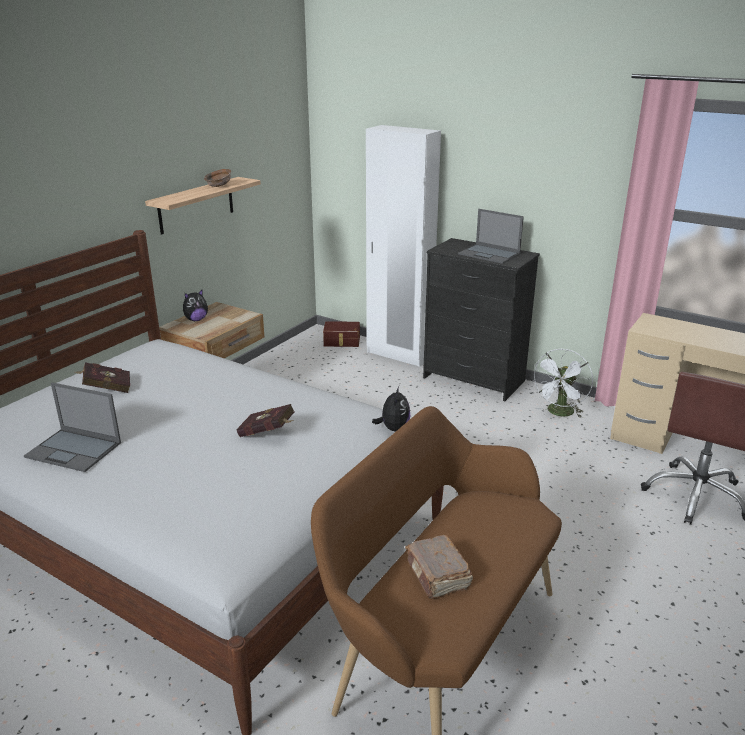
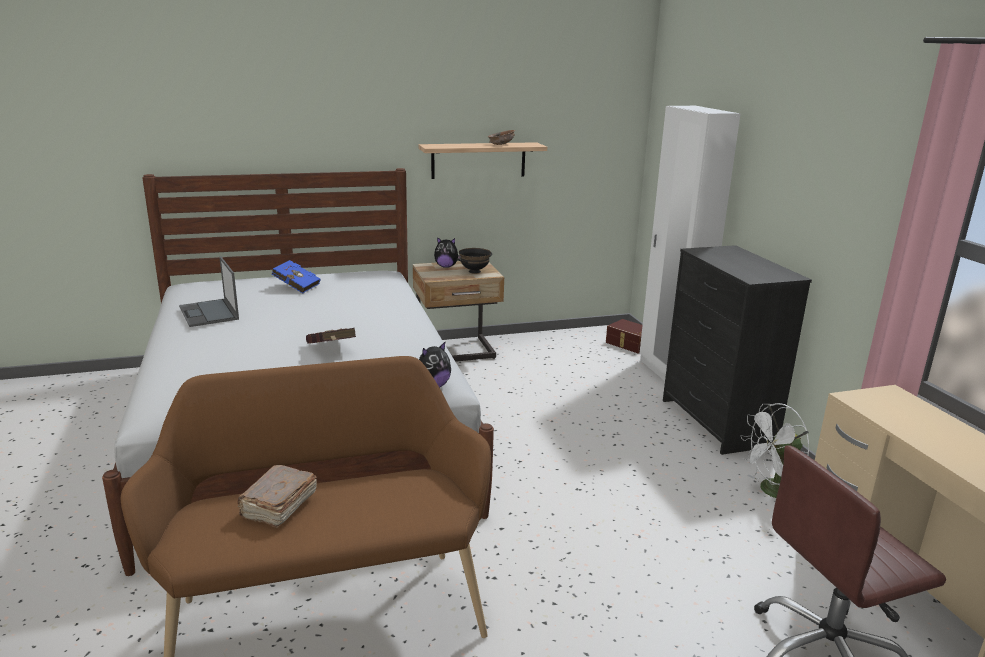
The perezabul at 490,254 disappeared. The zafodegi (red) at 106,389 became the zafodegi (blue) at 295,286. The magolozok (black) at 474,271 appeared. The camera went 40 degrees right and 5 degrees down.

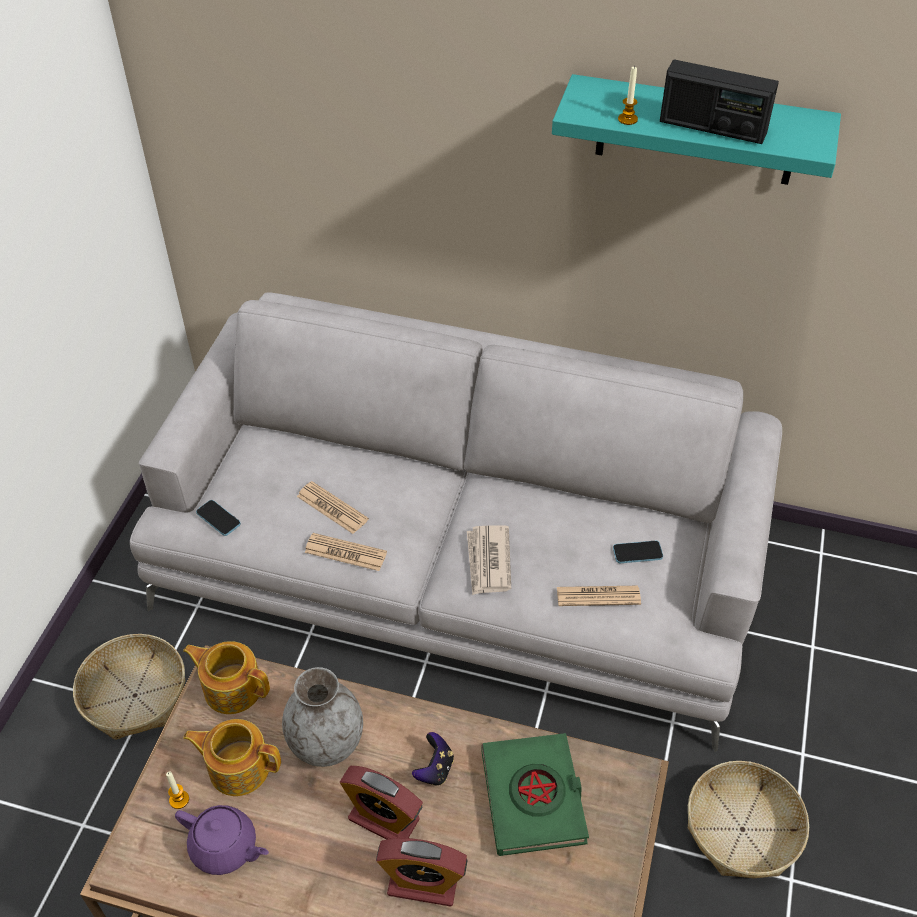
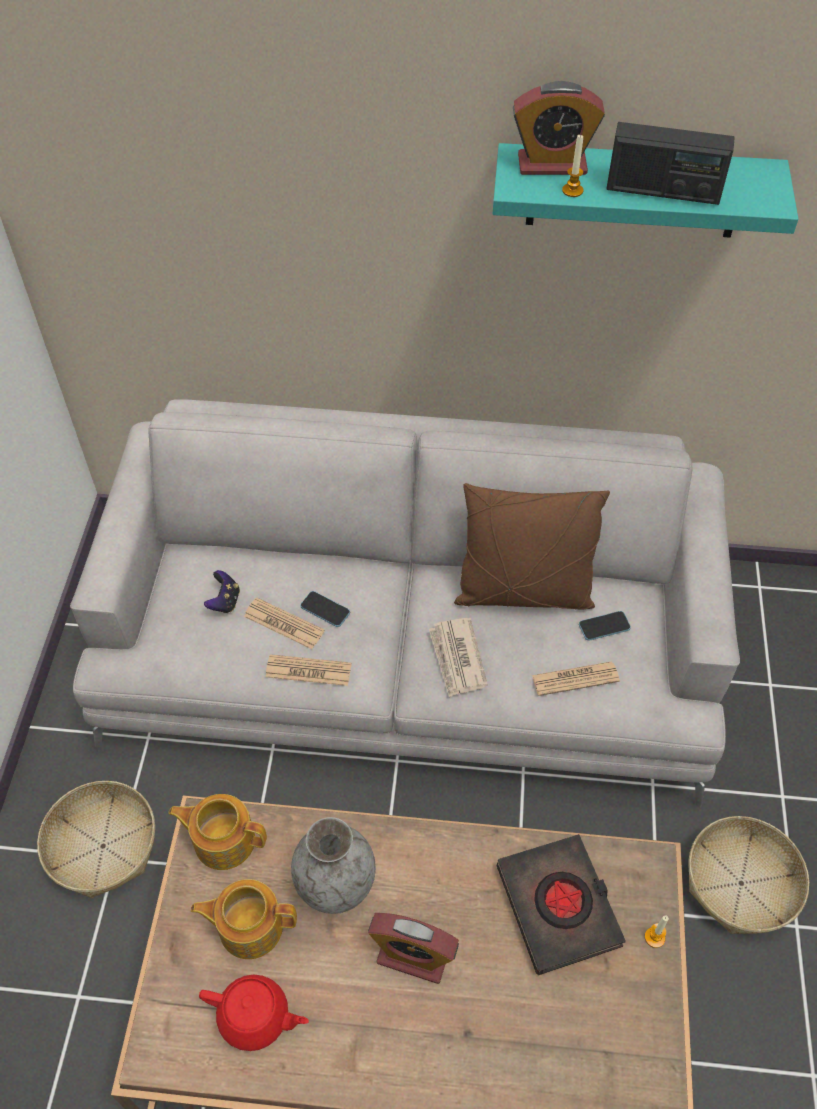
The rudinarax moved from 218,519 to 325,610. The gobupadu moved from 435,769 to 225,601. The zafodegi (green) at 533,797 became the zafodegi (black) at 559,906. The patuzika moved from 179,799 to 654,937. The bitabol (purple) at 225,848 became the bitabol (red) at 255,1017. The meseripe moved from 423,883 to 552,164. The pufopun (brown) at 523,592 appeared. The camera went 10 degrees left and 5 degrees up.

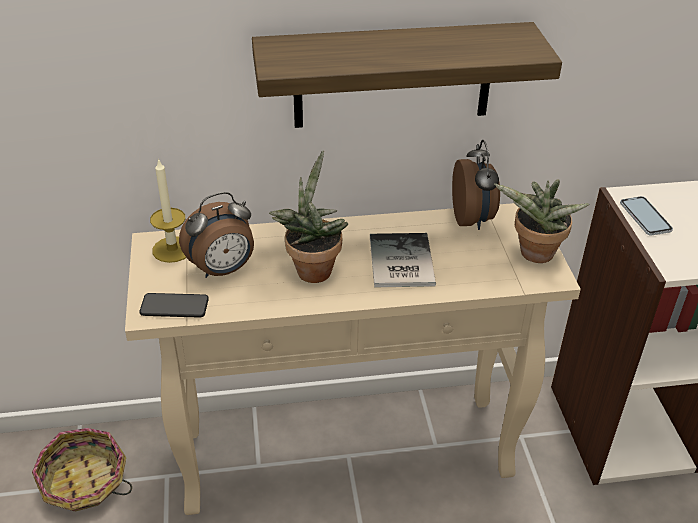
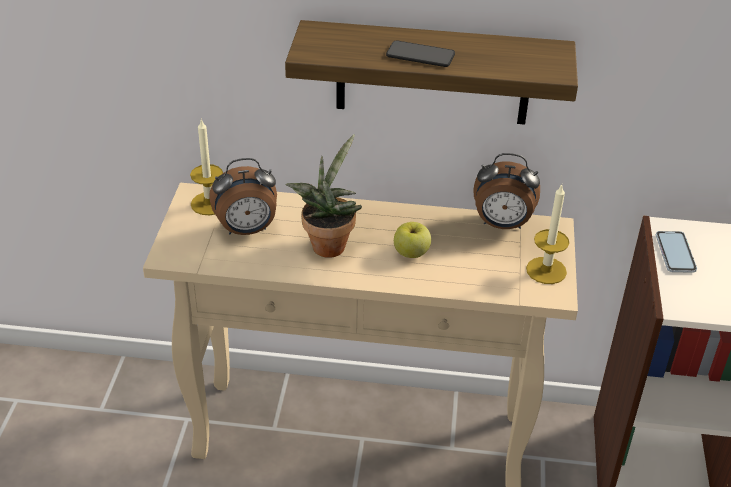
The meseripe at 473,219 turned 90 degrees clockwise. The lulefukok at 534,255 was replaced by the patuzika at 546,270. The zafodegi at 399,263 was replaced by the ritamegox at 411,253. The rudinarax moved from 174,306 to 420,55. The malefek at 85,482 disappeared. The camera went 15 degrees right and 0 degrees up.

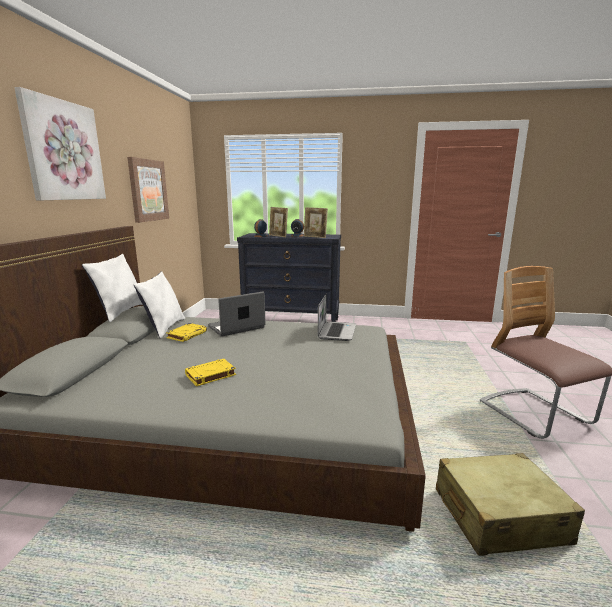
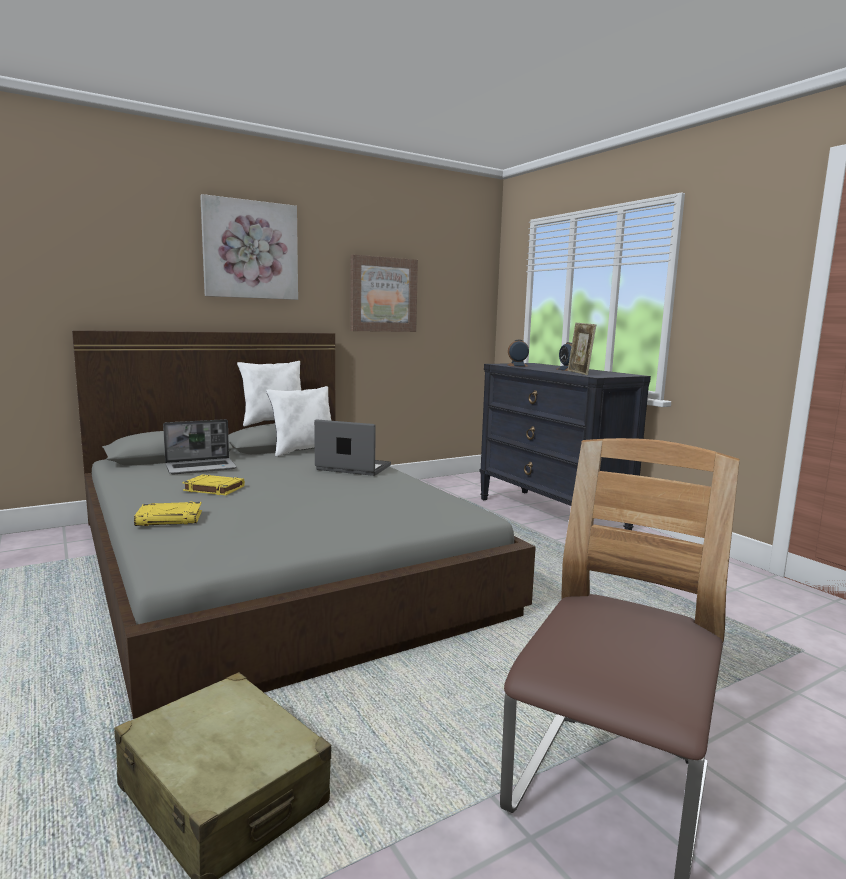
The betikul at 278,236 disappeared. The perezabul moved from 336,332 to 201,467. The zafodegi (yellow) moved from 187,334 to 170,518. The camera went 50 degrees right and 5 degrees down.

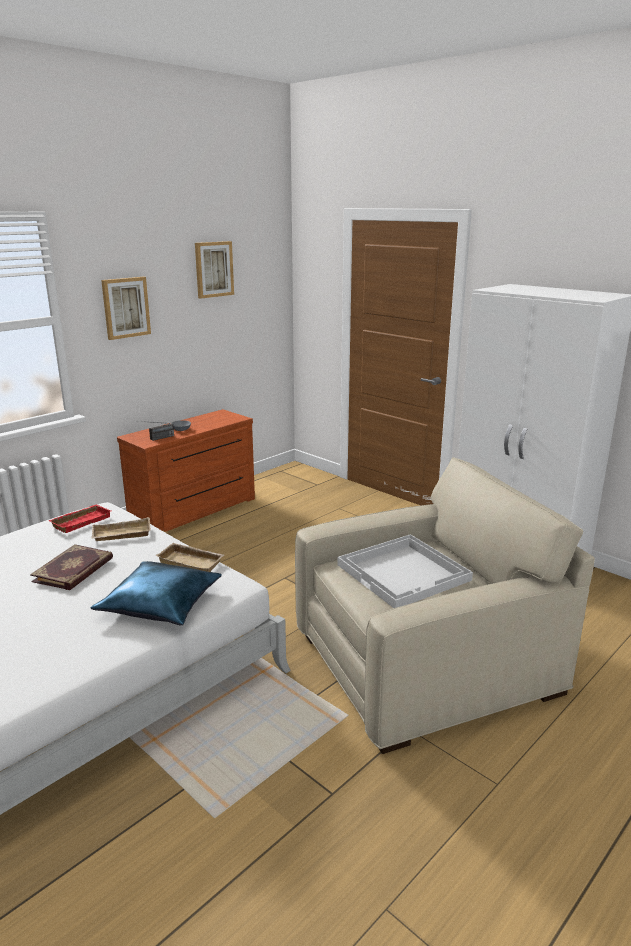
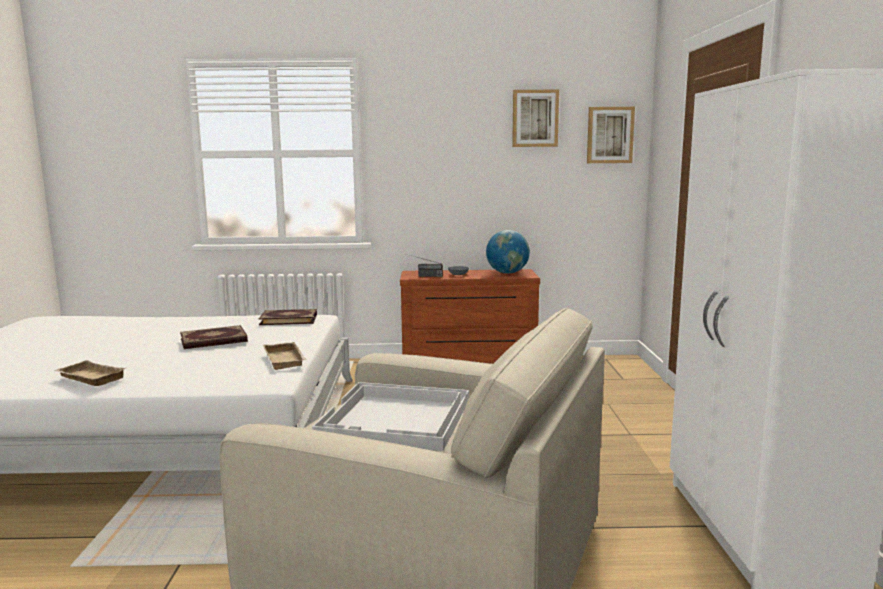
The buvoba moved from 125,307 to 610,135. The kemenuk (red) at 81,521 was replaced by the zafodegi at 289,319. The kemenuk (beige) moved from 121,535 to 88,378. The pufopun (blue) at 162,604 disappeared. The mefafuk at 507,273 appeared. The camera went 45 degrees right and 10 degrees down.

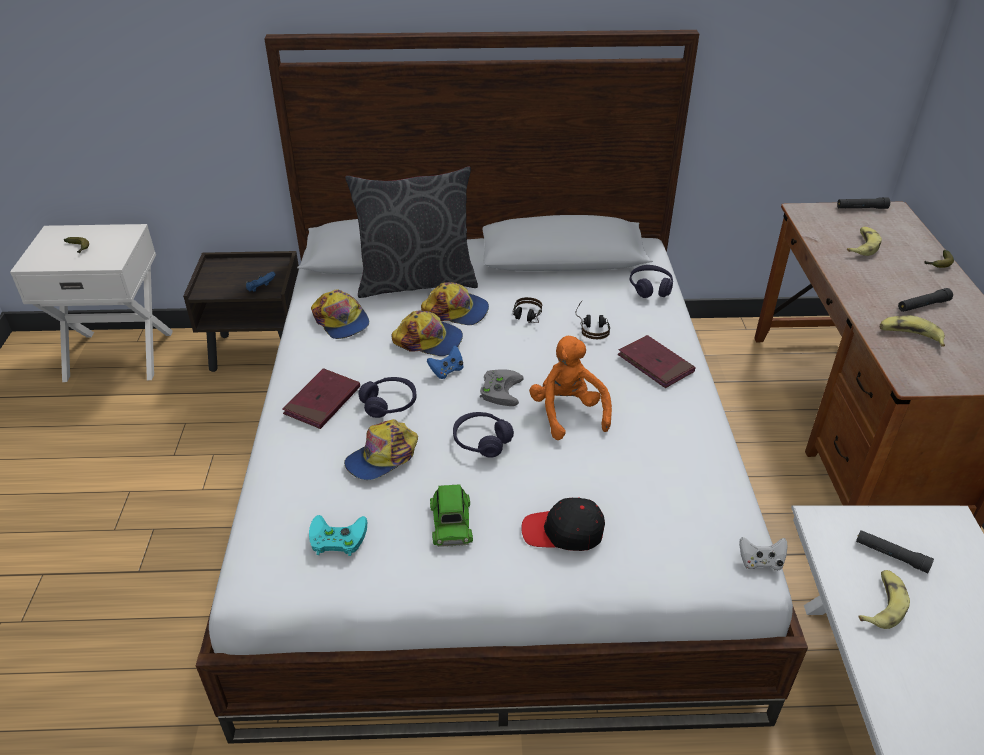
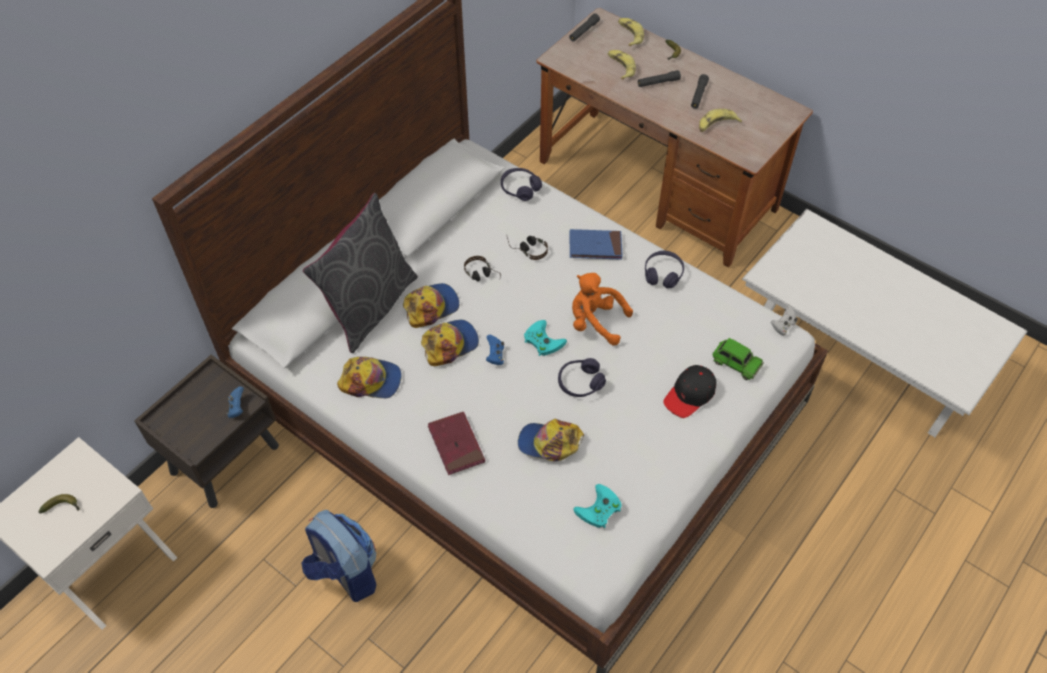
The zafodegi (red) at 655,364 became the zafodegi (blue) at 595,246. The gobupadu (grey) at 499,389 became the gobupadu (turquoise) at 541,340. The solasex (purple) moved from 389,404 to 663,274. The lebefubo at 383,457 turned 105 degrees clockwise. The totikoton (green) moved from 451,522 to 736,362. The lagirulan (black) moved from 891,555 to 658,82. The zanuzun moved from 882,604 to 629,35. The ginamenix at 345,573 appeared. The camera went 50 degrees left and 15 degrees up.

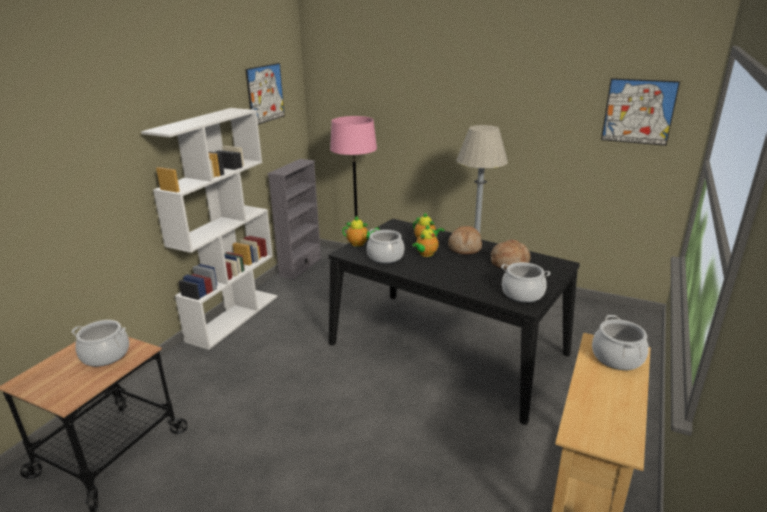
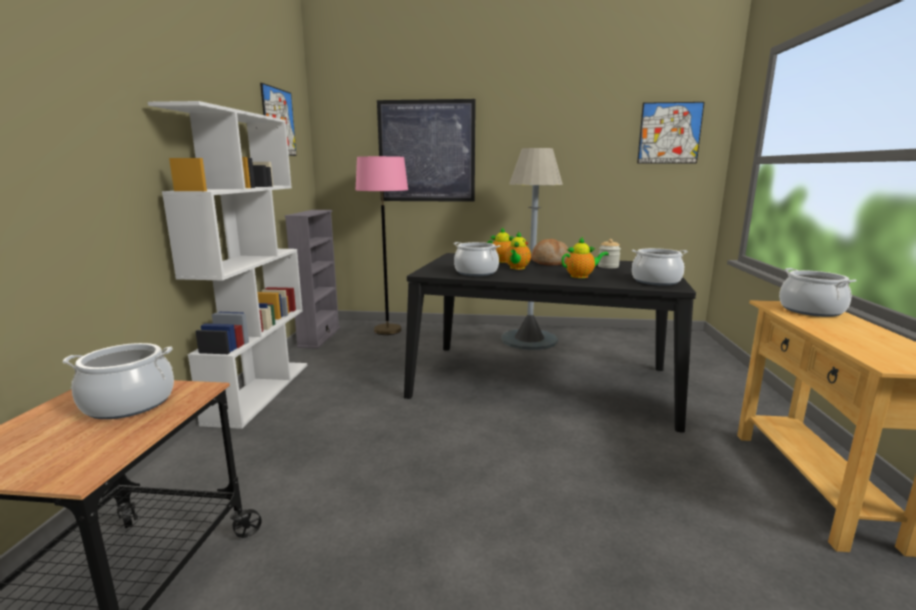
The bitabol moved from 359,244 to 581,276. The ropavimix at 509,262 was replaced by the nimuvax at 608,266. The buvoba at 426,151 appeared. The camera went 20 degrees left and 10 degrees down.

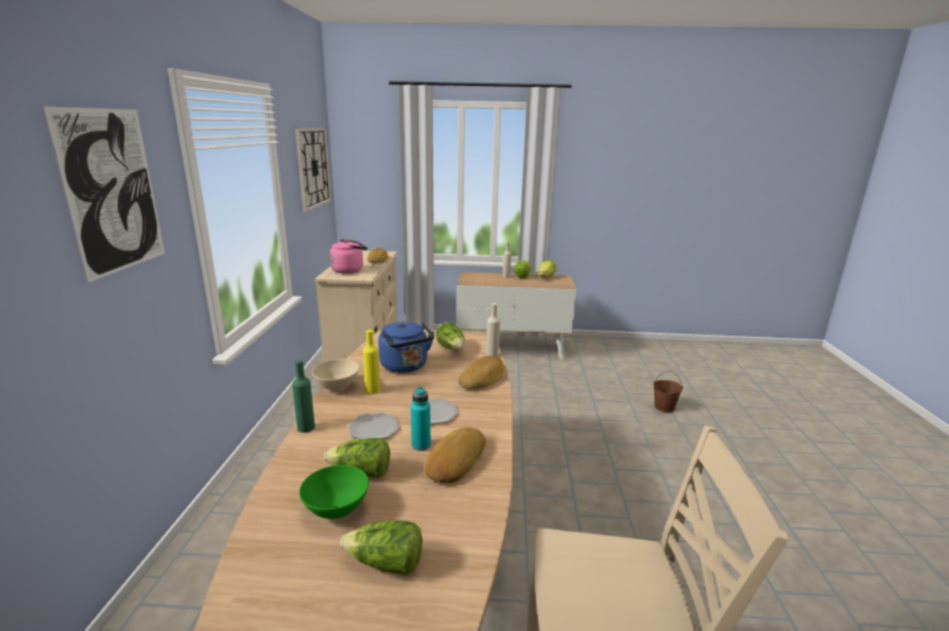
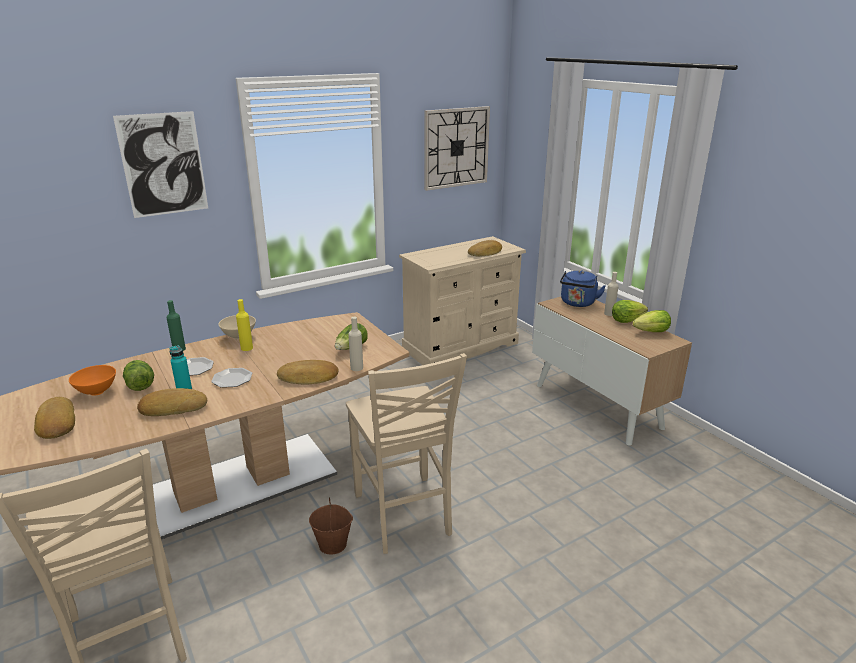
The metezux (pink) at 349,270 disappeared. The metezux (blue) moved from 406,366 to 577,303. The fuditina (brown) moved from 664,407 to 333,544. The magolozok (green) at 336,511 became the magolozok (orange) at 96,392. The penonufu at 386,564 was replaced by the ropavimix at 55,423. The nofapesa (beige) at 403,515 appeared. The camera went 55 degrees right and 5 degrees up.

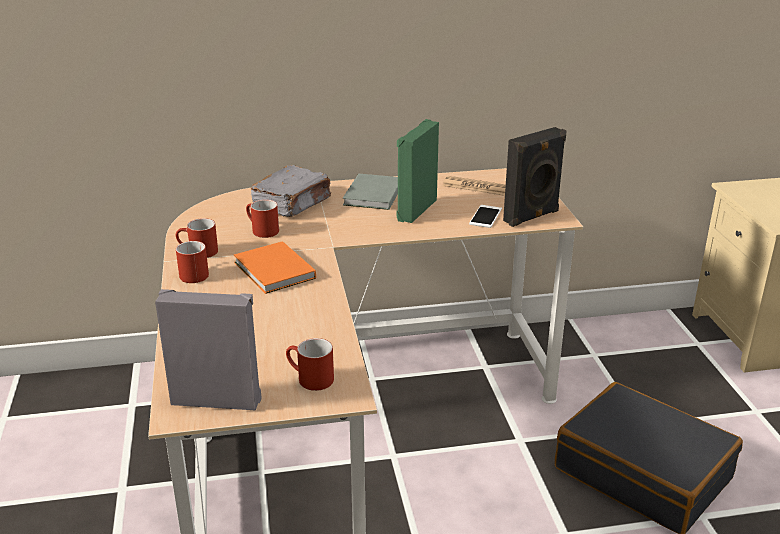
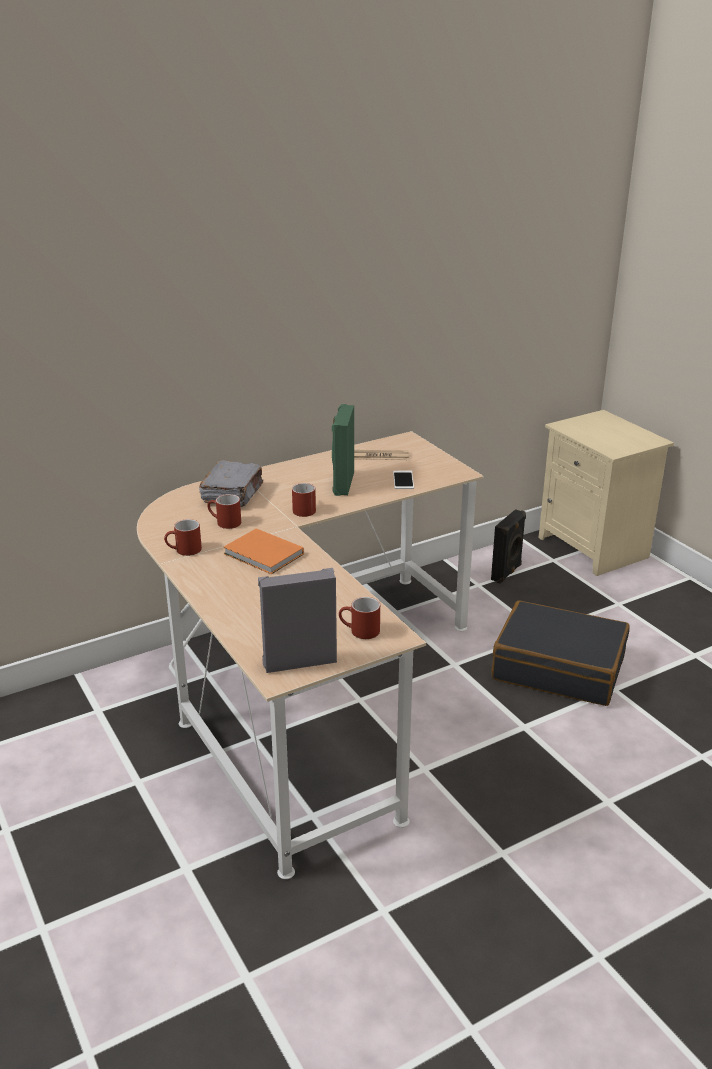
The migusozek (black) moved from 532,217 to 507,573. The zafodegi (grey) at 372,195 disappeared. The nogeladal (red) moved from 195,273 to 302,509. The camera went 20 degrees left and 0 degrees up.

